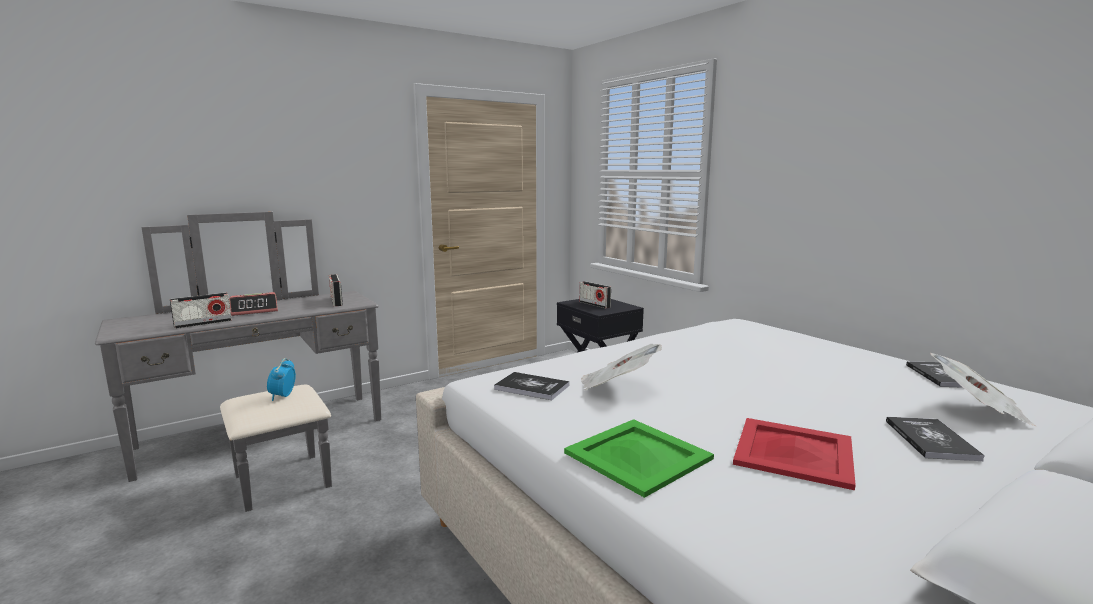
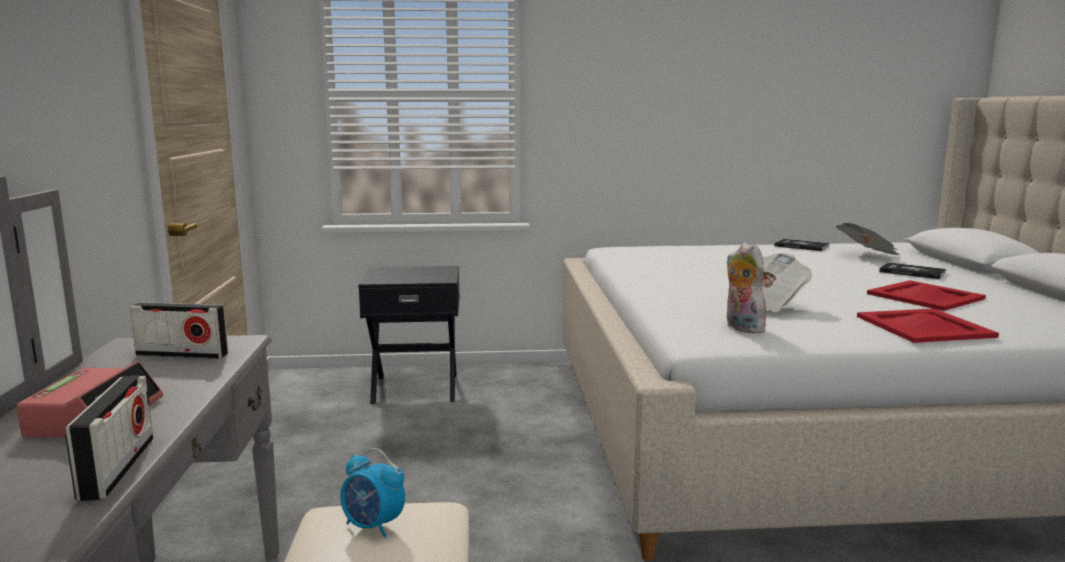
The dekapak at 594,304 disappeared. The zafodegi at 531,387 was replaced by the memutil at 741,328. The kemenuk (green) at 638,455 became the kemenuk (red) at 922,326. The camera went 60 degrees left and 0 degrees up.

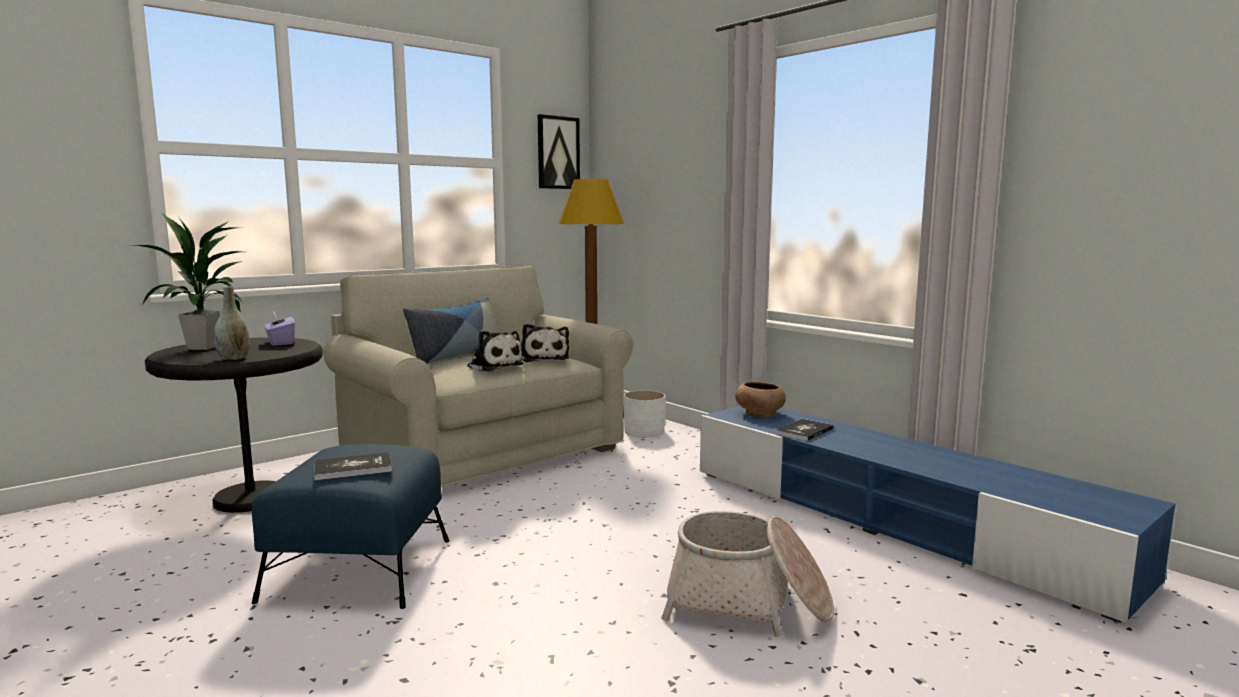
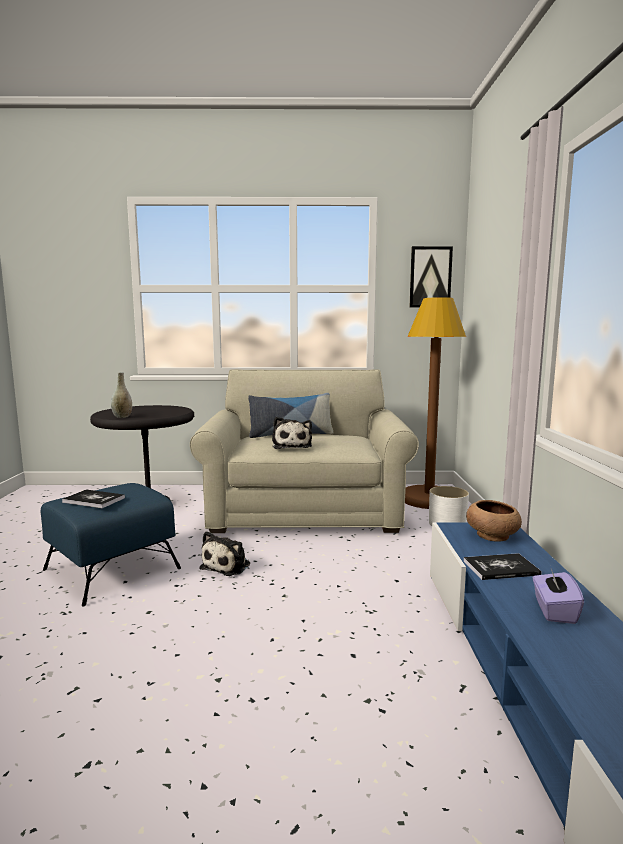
The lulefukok at 204,348 disappeared. The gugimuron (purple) moved from 280,342 to 554,611. The memutil moved from 544,358 to 227,565. The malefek at 748,603 disappeared. The camera went 40 degrees right and 0 degrees up.

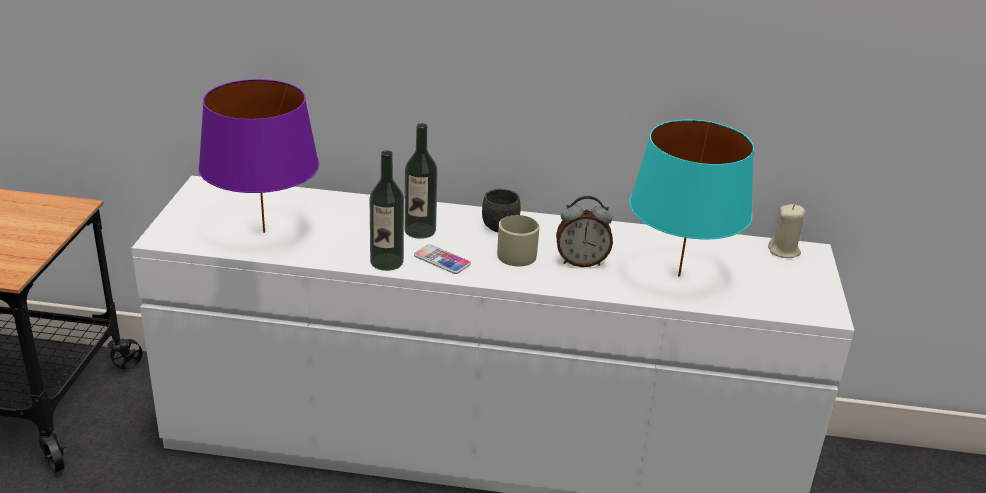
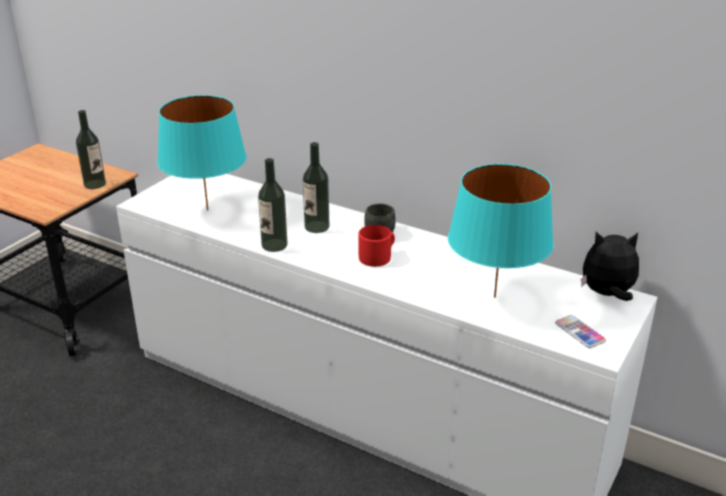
The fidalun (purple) at 264,232 became the fidalun (turquoise) at 207,210. The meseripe at 581,262 disappeared. The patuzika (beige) at 784,251 was replaced by the memutil at 607,294. The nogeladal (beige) at 519,253 became the nogeladal (red) at 378,256. The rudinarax moved from 442,260 to 579,332. The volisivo at 95,184 appeared. The camera went 25 degrees right and 0 degrees up.

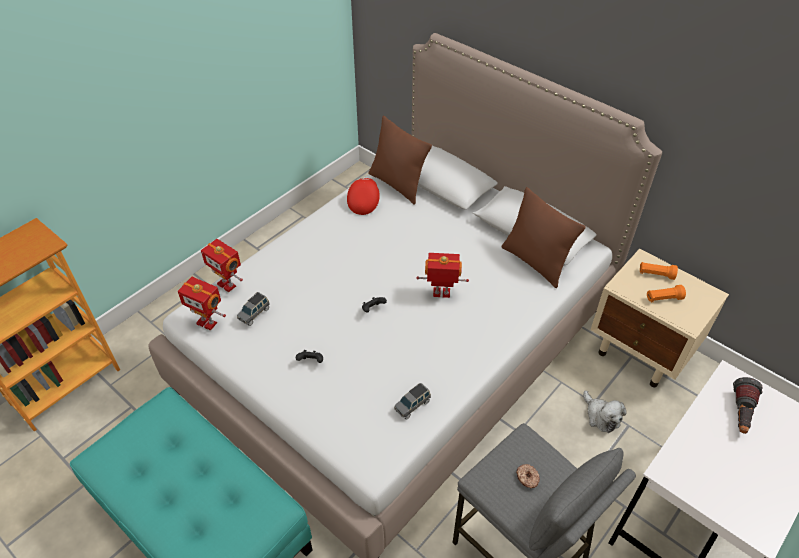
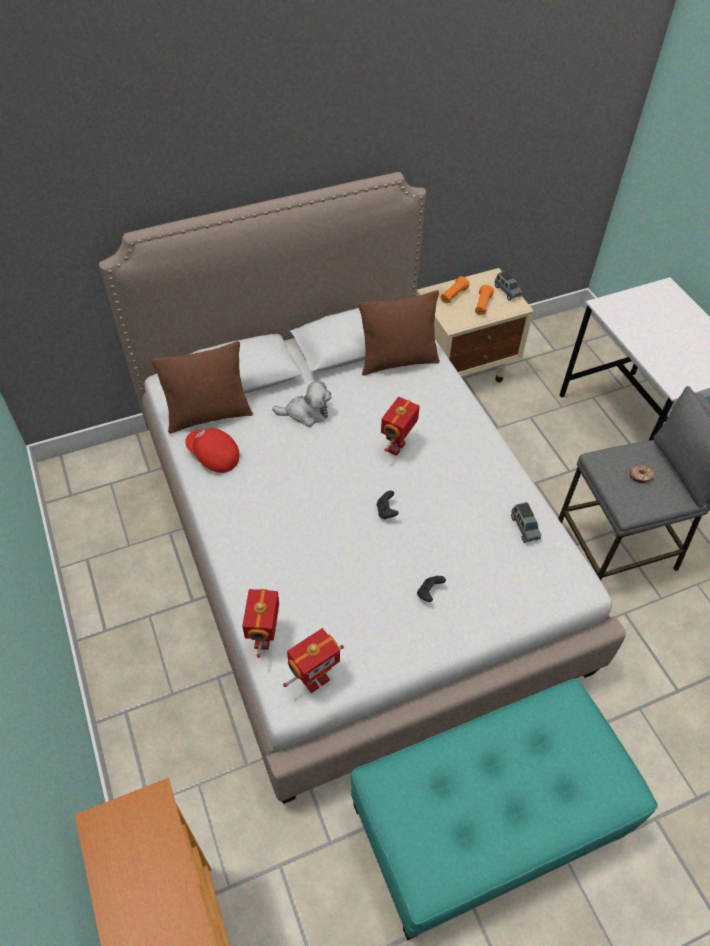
The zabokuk at 227,284 turned 120 degrees clockwise. The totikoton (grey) moved from 254,314 to 506,291. The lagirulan at 740,414 disappeared. The memutil moved from 601,416 to 306,413. The camera went 65 degrees left and 5 degrees up.

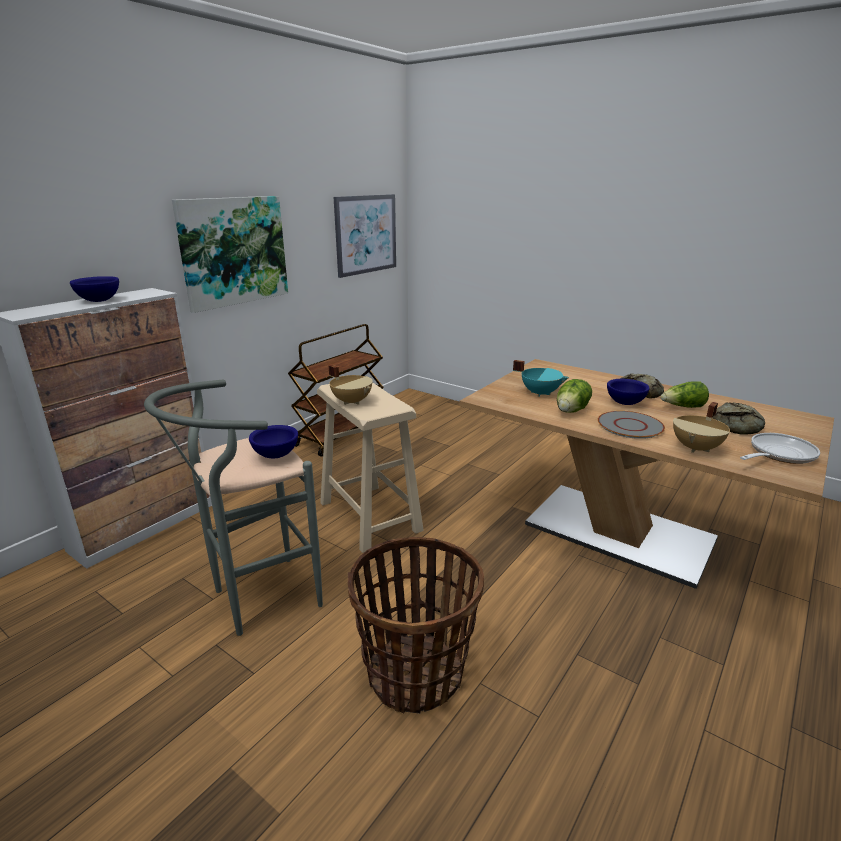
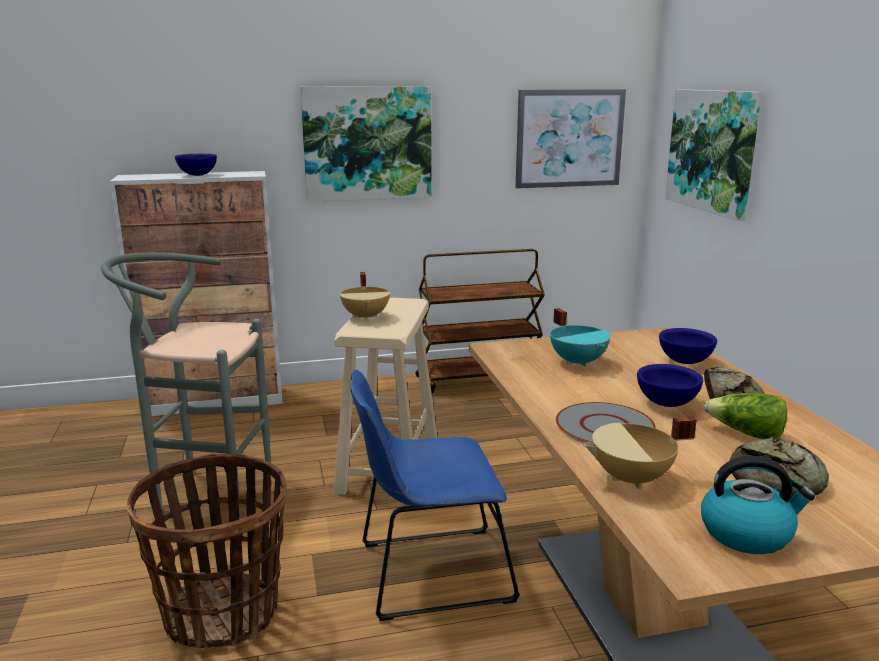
The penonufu at 572,410 disappeared. The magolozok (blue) moved from 276,455 to 686,361. The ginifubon at 778,454 was replaced by the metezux at 747,533. The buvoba at 712,151 appeared. The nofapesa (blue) at 428,572 appeared. The camera went 40 degrees right and 5 degrees down.

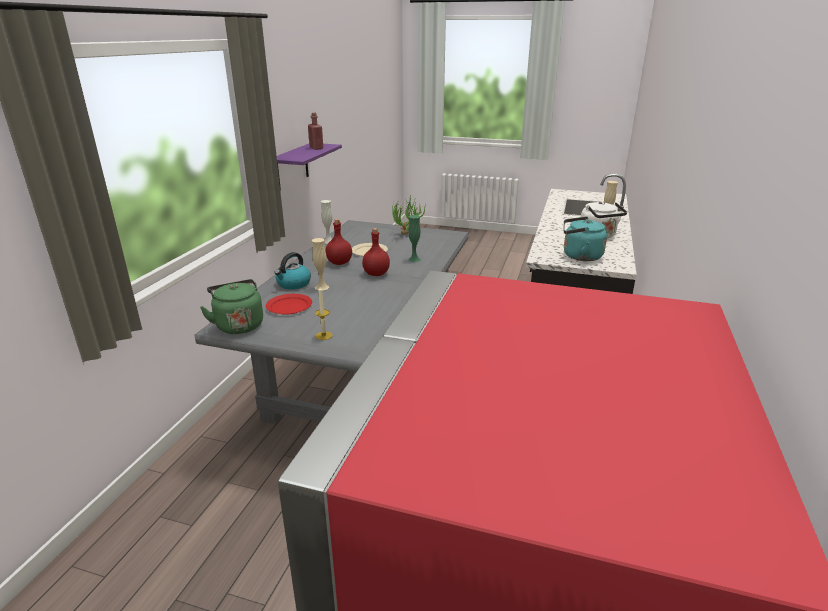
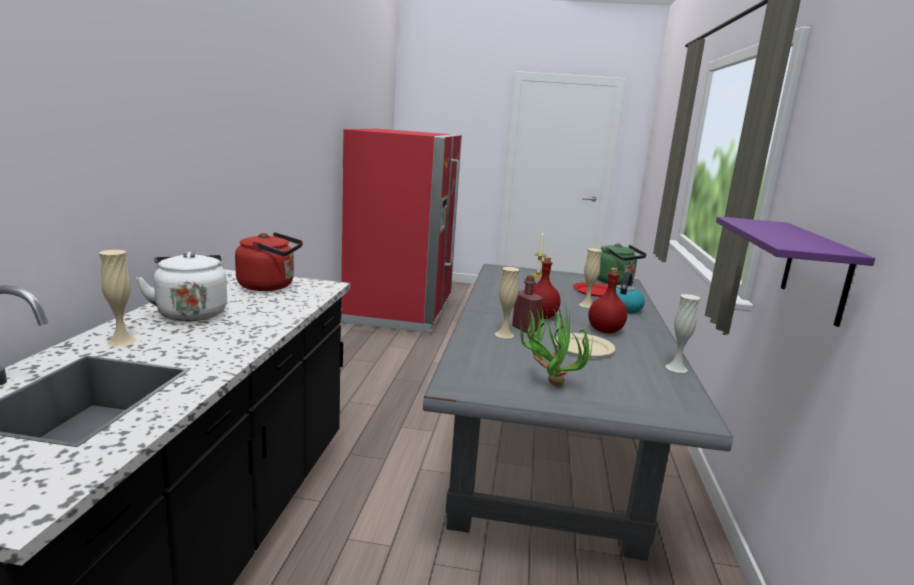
The volisivo (red) moved from 316,148 to 525,328. The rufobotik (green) at 414,259 became the rufobotik (beige) at 504,334. The metezux (turquoise) at 579,256 became the metezux (red) at 270,286. The camera went 170 degrees right and 10 degrees down.

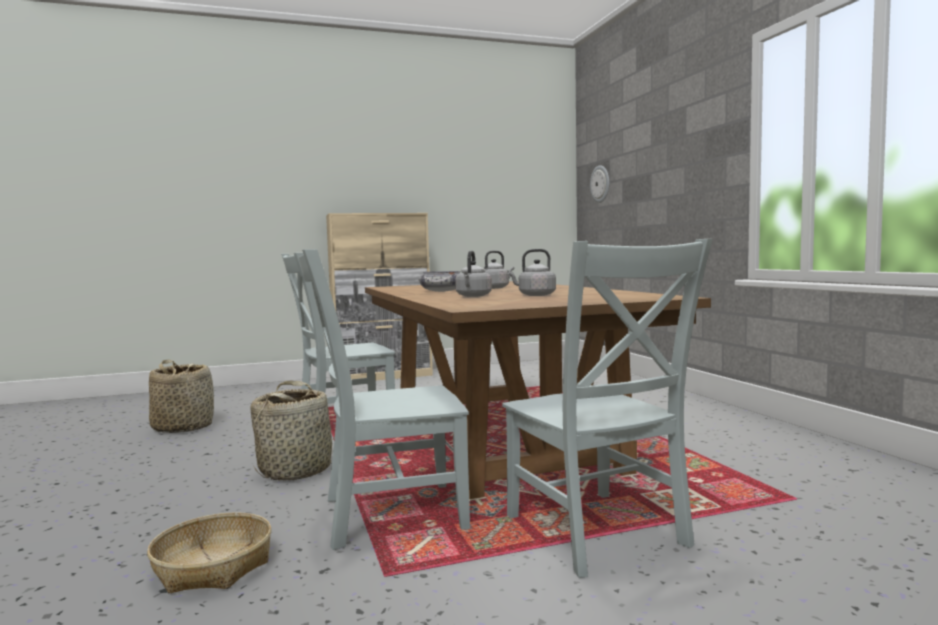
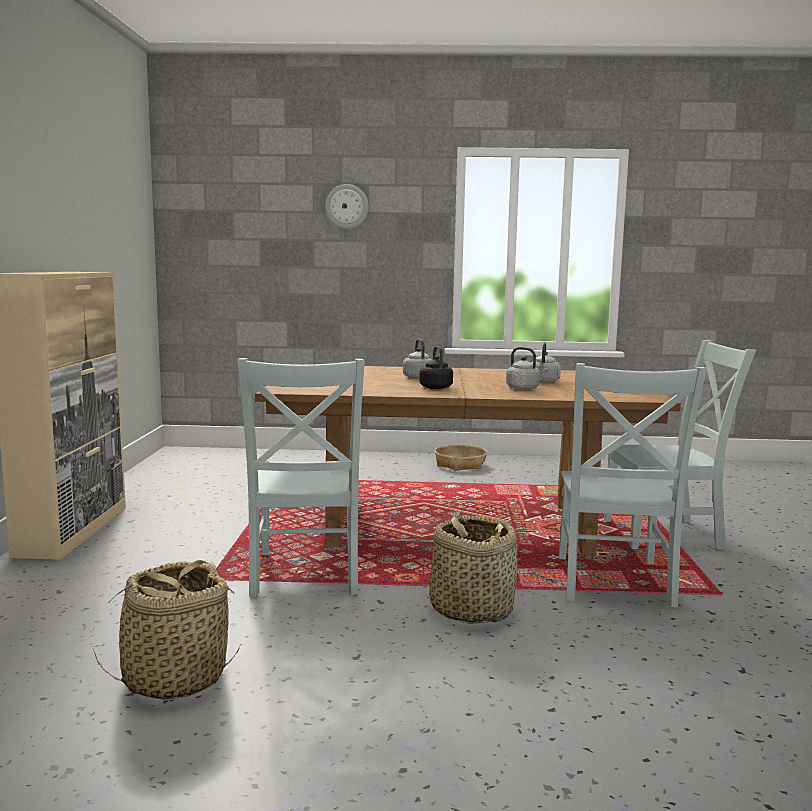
The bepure moved from 600,184 to 347,206. The magolozok at 442,291 was replaced by the metezux (black) at 435,387. The malefek moved from 213,567 to 460,465. The camera went 70 degrees left and 5 degrees up.

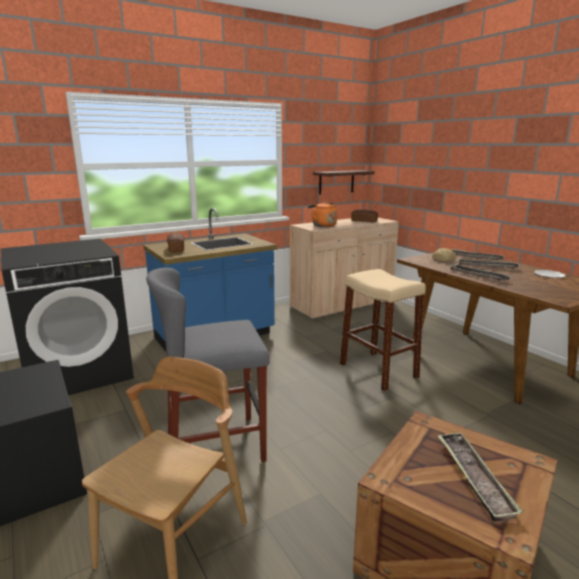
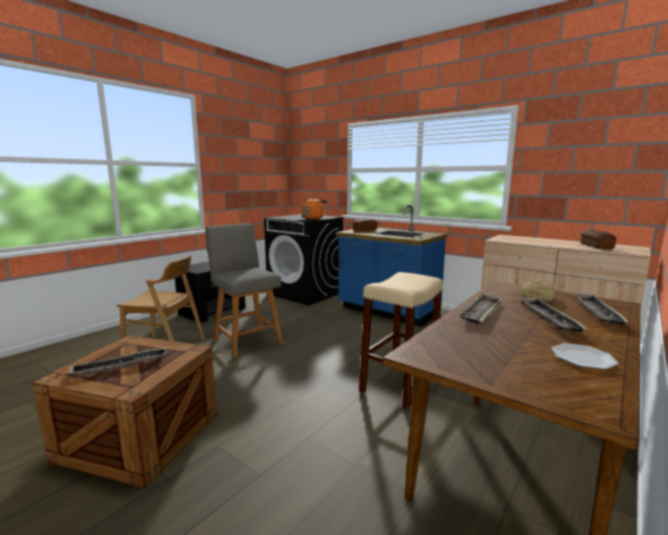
The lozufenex at 336,182 disappeared. The metezux (orange) moved from 322,225 to 313,218. The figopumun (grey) at 215,446 was replaced by the nofapesa (grey) at 247,340. The camera went 70 degrees right and 5 degrees down.

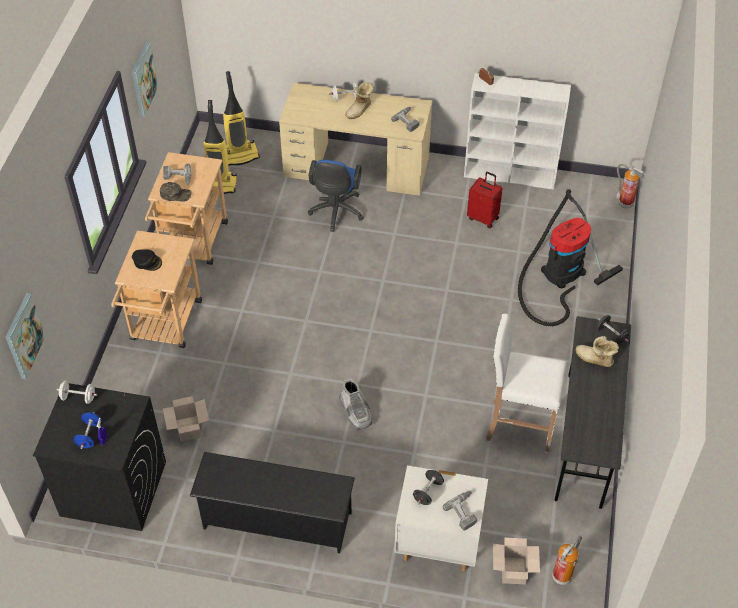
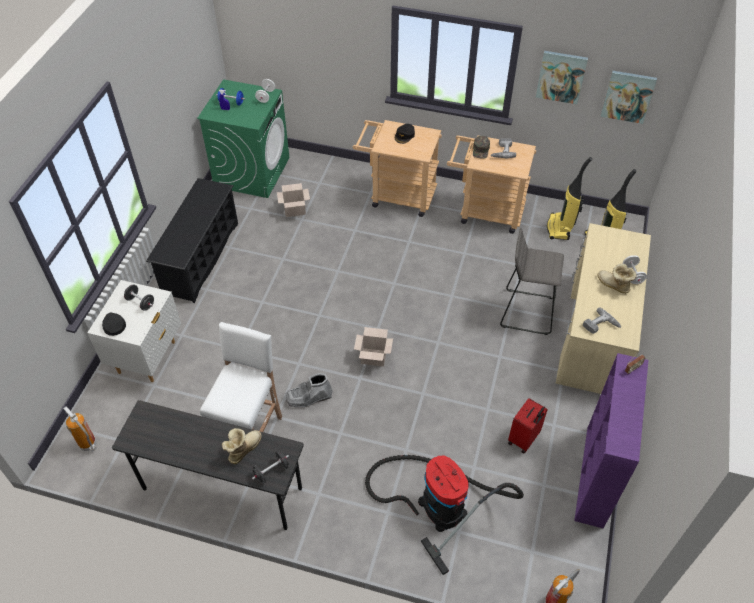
The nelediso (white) at 511,175 became the nelediso (purple) at 595,477. The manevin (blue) at 336,213 was replaced by the figopumun (grey) at 527,311. The buvoba moved from 23,336 to 628,96. The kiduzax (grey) moved from 355,412 to 309,397. The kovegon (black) at 112,488 became the kovegon (green) at 252,172. The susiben at 465,511 was replaced by the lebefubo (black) at 114,325. The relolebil moved from 514,571 to 372,357. The camera went 95 degrees right and 0 degrees up.

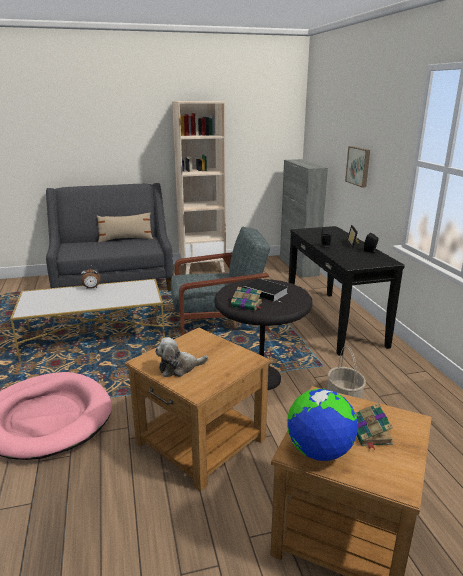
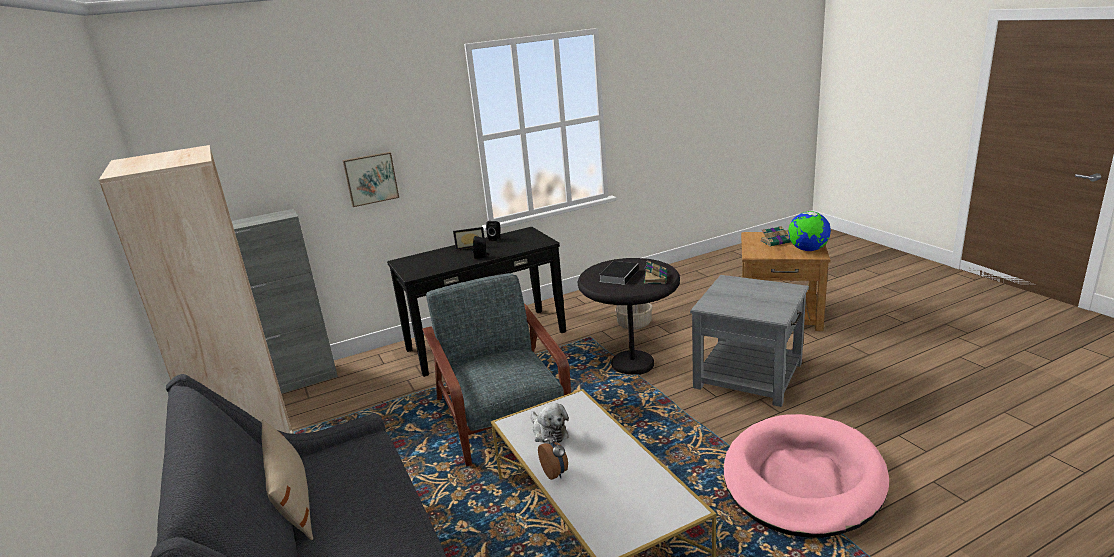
The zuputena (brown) at 200,440 became the zuputena (grey) at 748,375. The memutil moved from 179,368 to 548,433. The camera went 100 degrees left and 0 degrees up.

